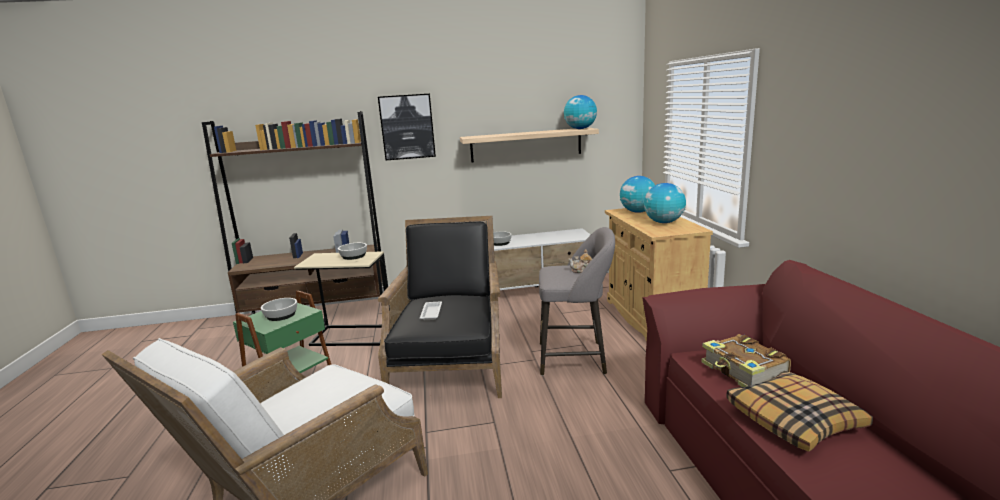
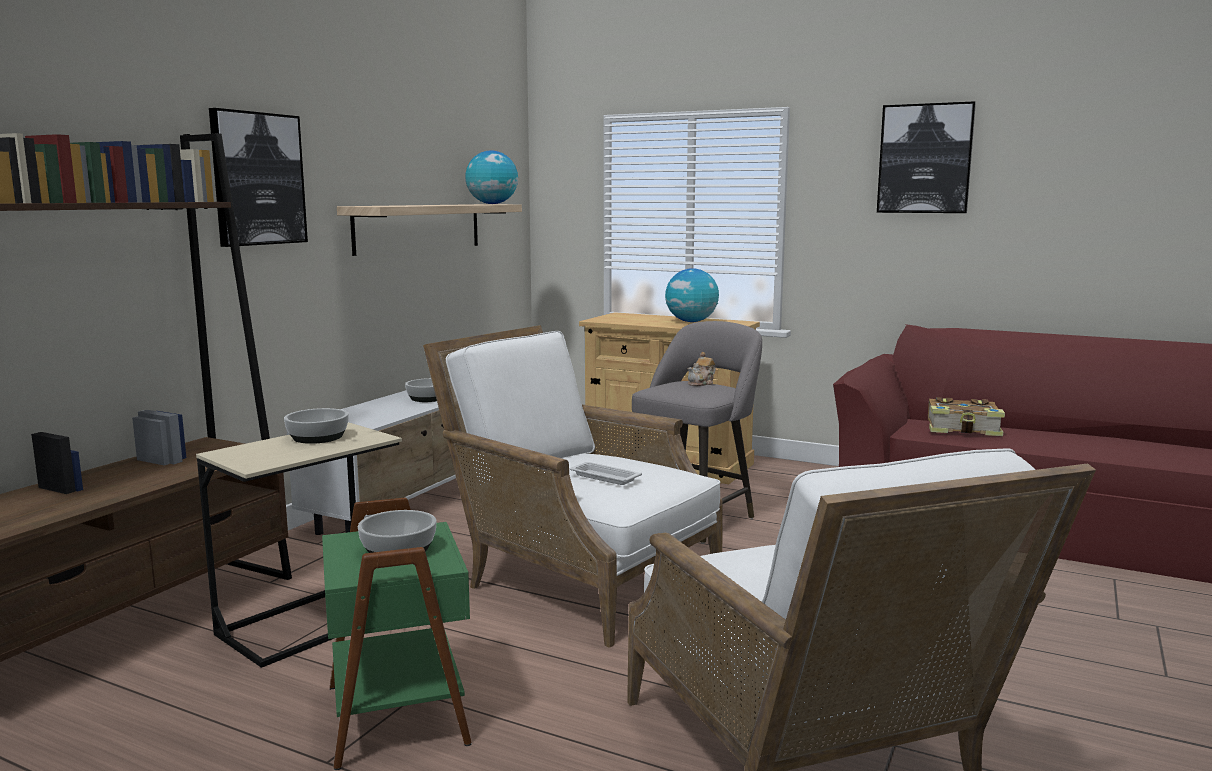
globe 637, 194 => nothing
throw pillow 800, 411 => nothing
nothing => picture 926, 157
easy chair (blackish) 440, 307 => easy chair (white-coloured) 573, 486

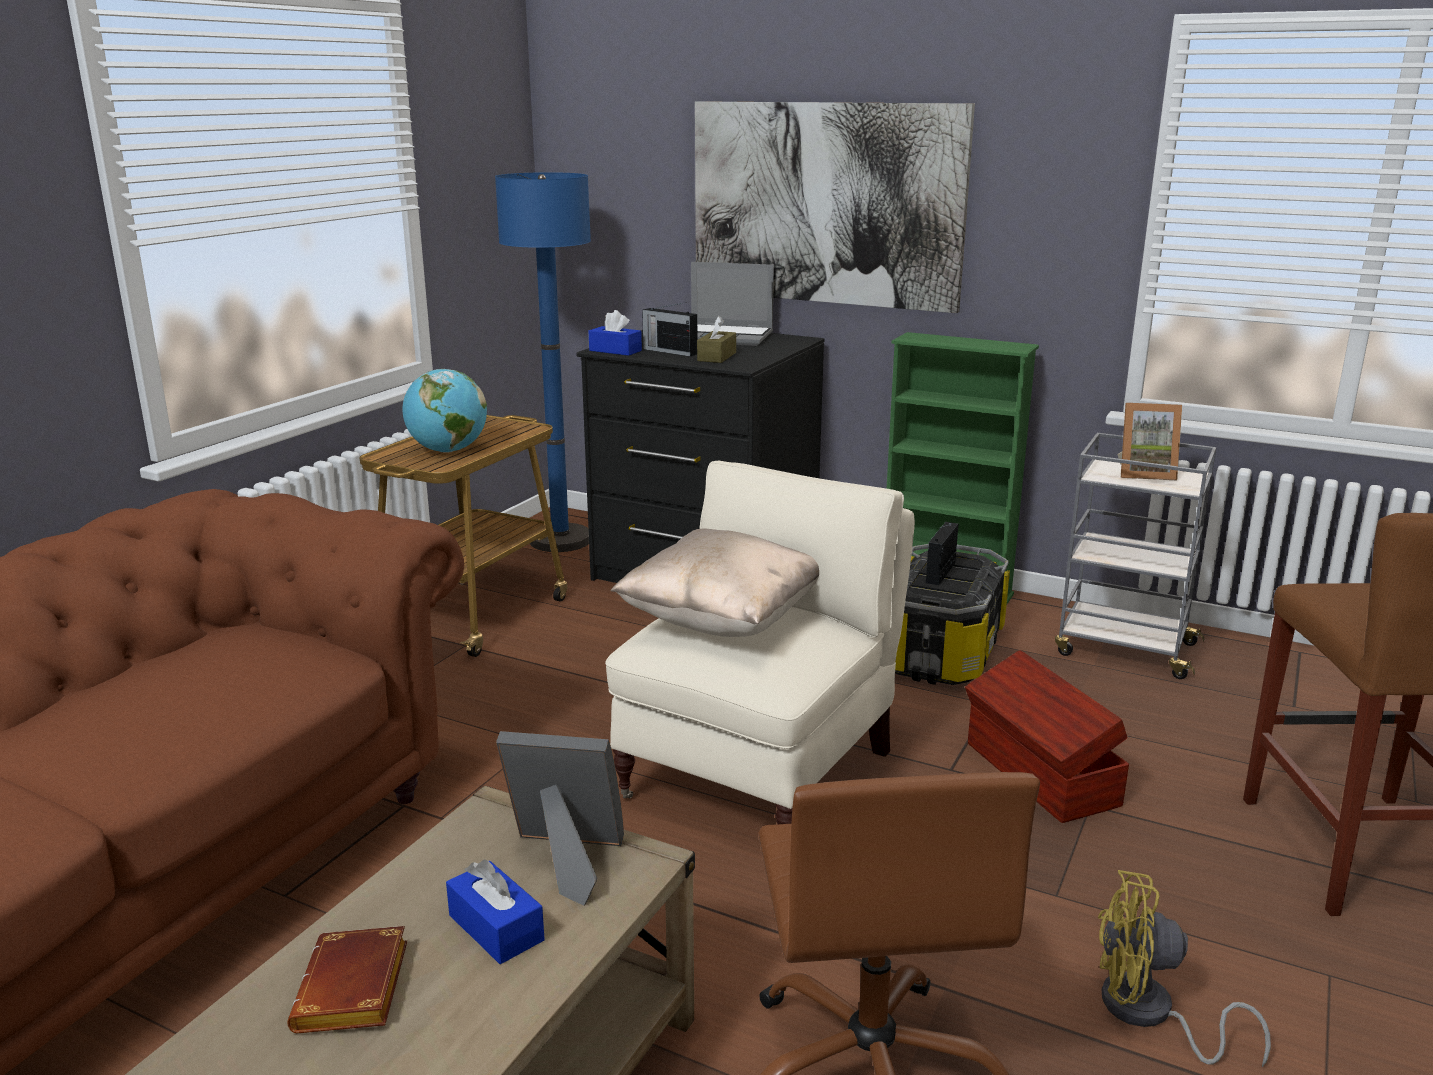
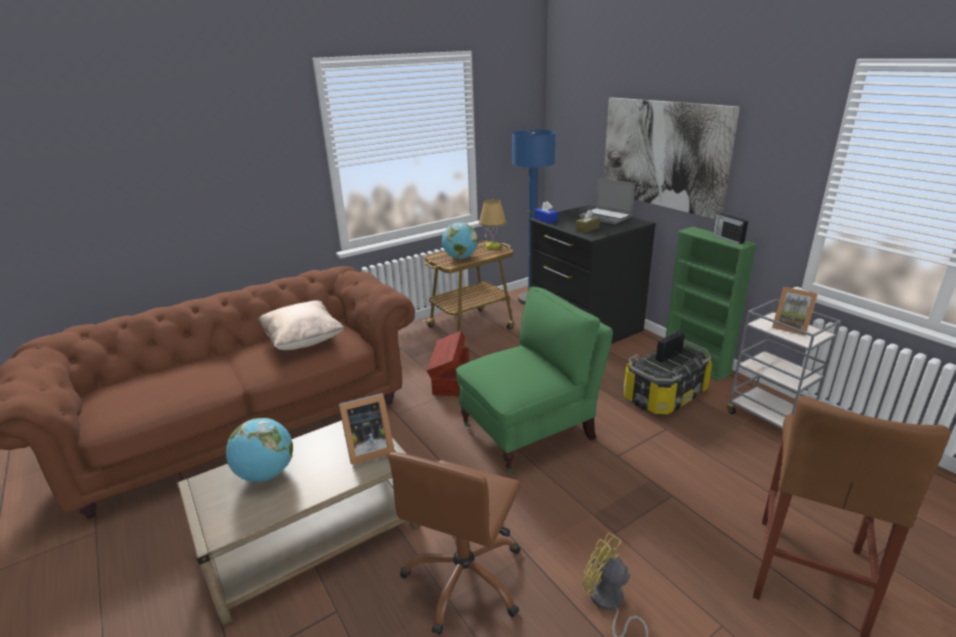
tissue holder (blue) 495, 912 => nothing
nothing => tabletop lamp 492, 224
throw pillow (beige-coloured) 714, 583 => throw pillow (beige-coloured) 301, 325, moved
radio receiver 669, 329 => radio receiver 730, 228, moved
storage container (brownish) 1047, 736 => storage container (brownish) 447, 363, moved
book (brownish) 347, 979 => globe 259, 450
easy chair (beige-coloured) 760, 642 => easy chair (green-coloured) 534, 380
picture frame 560, 818 => picture frame 366, 429, 120 degrees clockwise

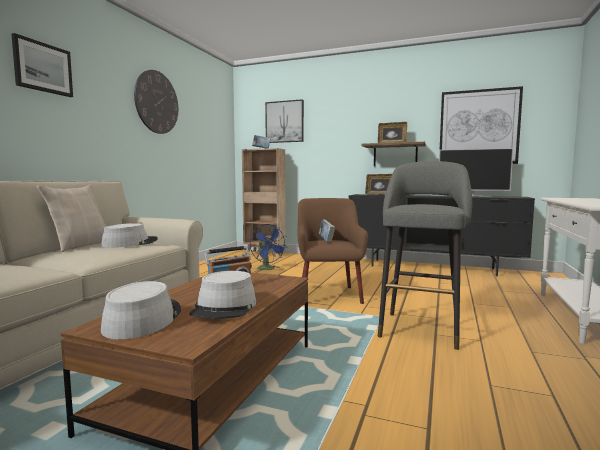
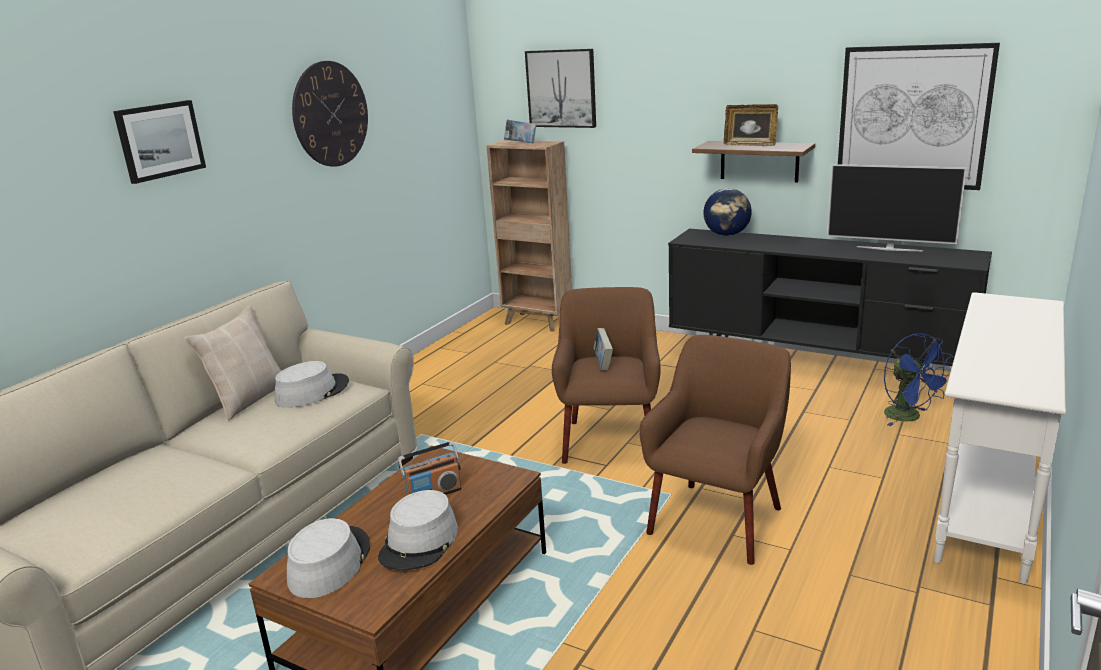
cooling fan (blue) 268, 248 => cooling fan (blue) 918, 379, moved
picture frame 378, 184 => globe 727, 212
stool (gray) 425, 255 => easy chair (brownish) 715, 450

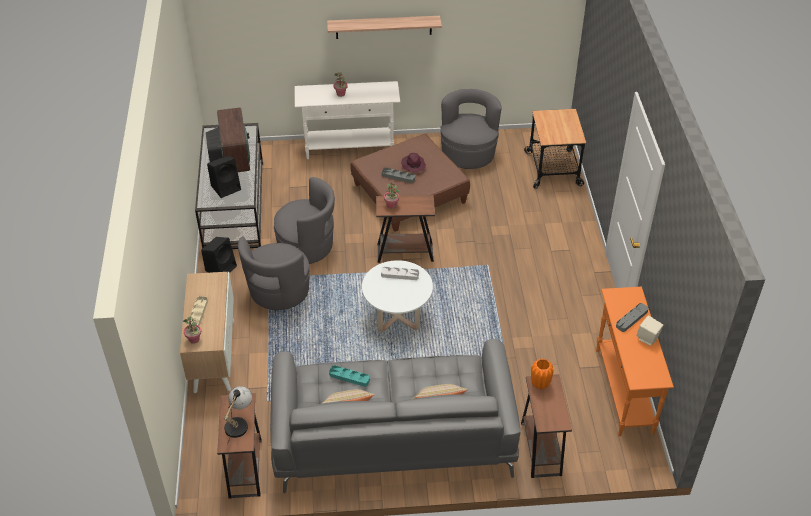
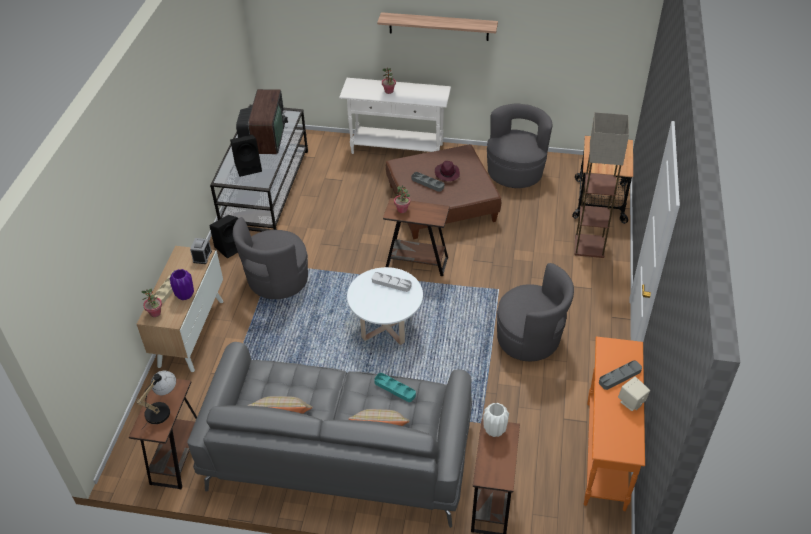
nothing => decorative vase (purplish) 182, 284
nothing => alarm clock 201, 251
nothing => standard lamp 601, 185
easy chair (gray) 304, 220 => easy chair (gray) 535, 312, moved
carrying tray (blue-green) 349, 376 => carrying tray (blue-green) 395, 387, moved
decorative vase (orangey) 542, 374 => decorative vase (white-coloured) 496, 420

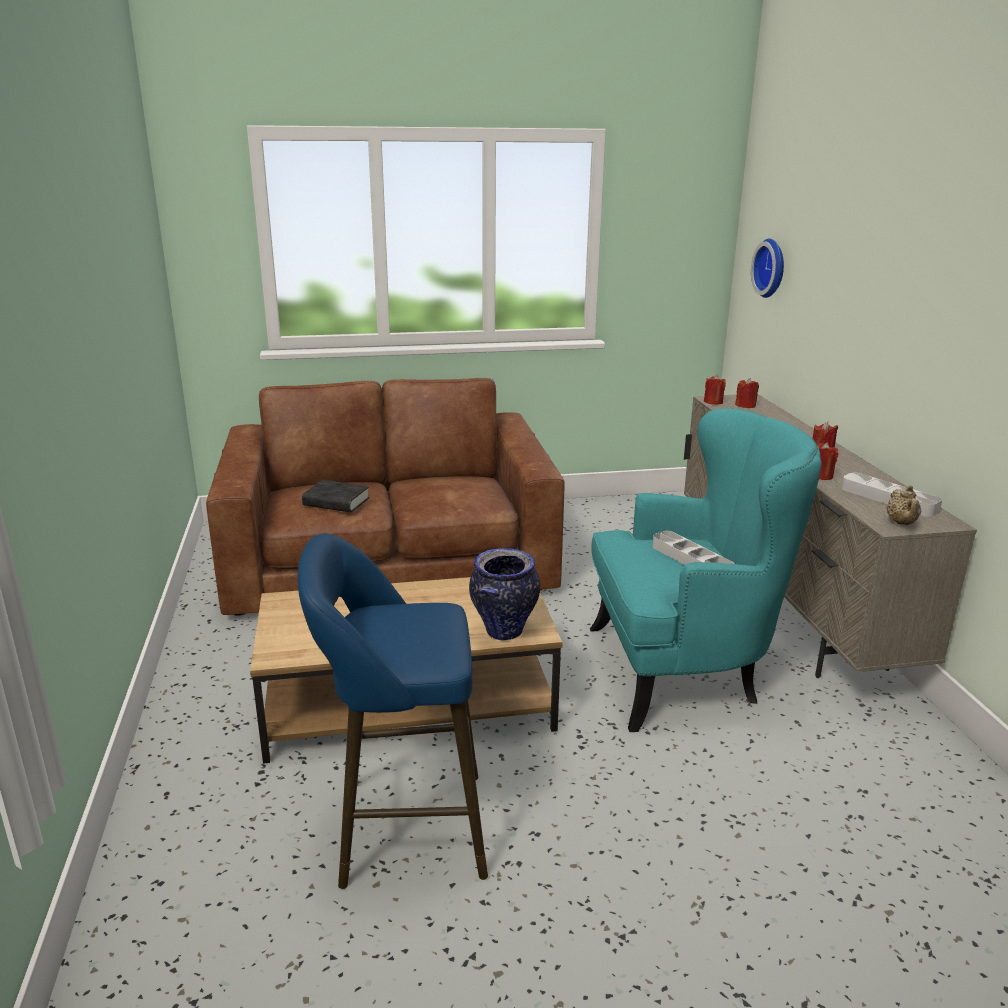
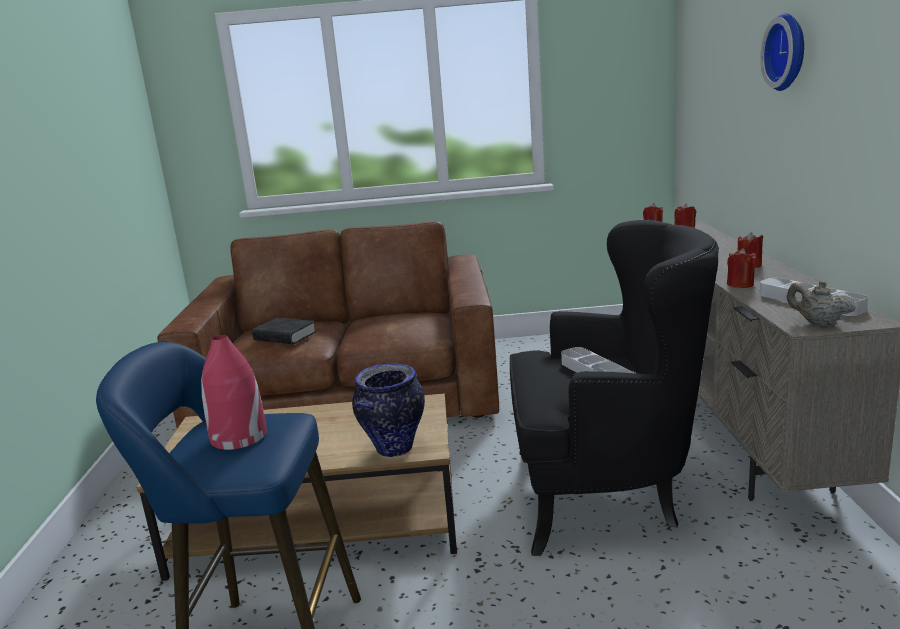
nothing => decorative vase (red-coloured) 234, 392
clock on the wall 767, 268 => clock on the wall 782, 52, moved
easy chair (blue-green) 706, 570 => easy chair (blackish) 614, 388
tea pot (beige-coloured) 904, 505 => tea pot (beige-coloured) 821, 303, 120 degrees clockwise

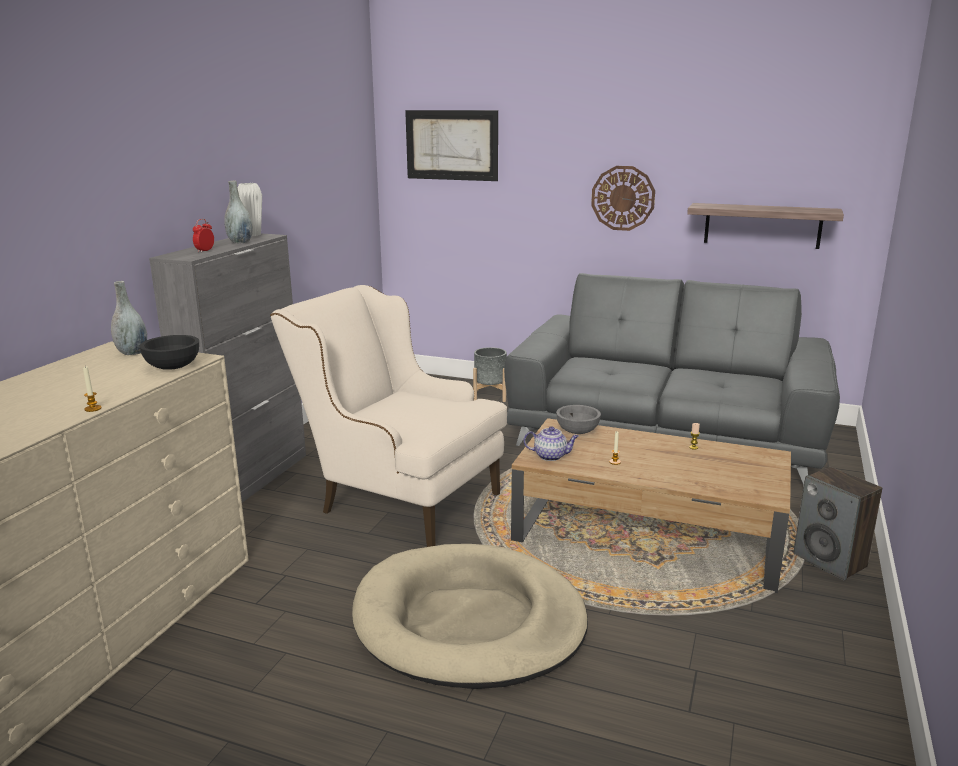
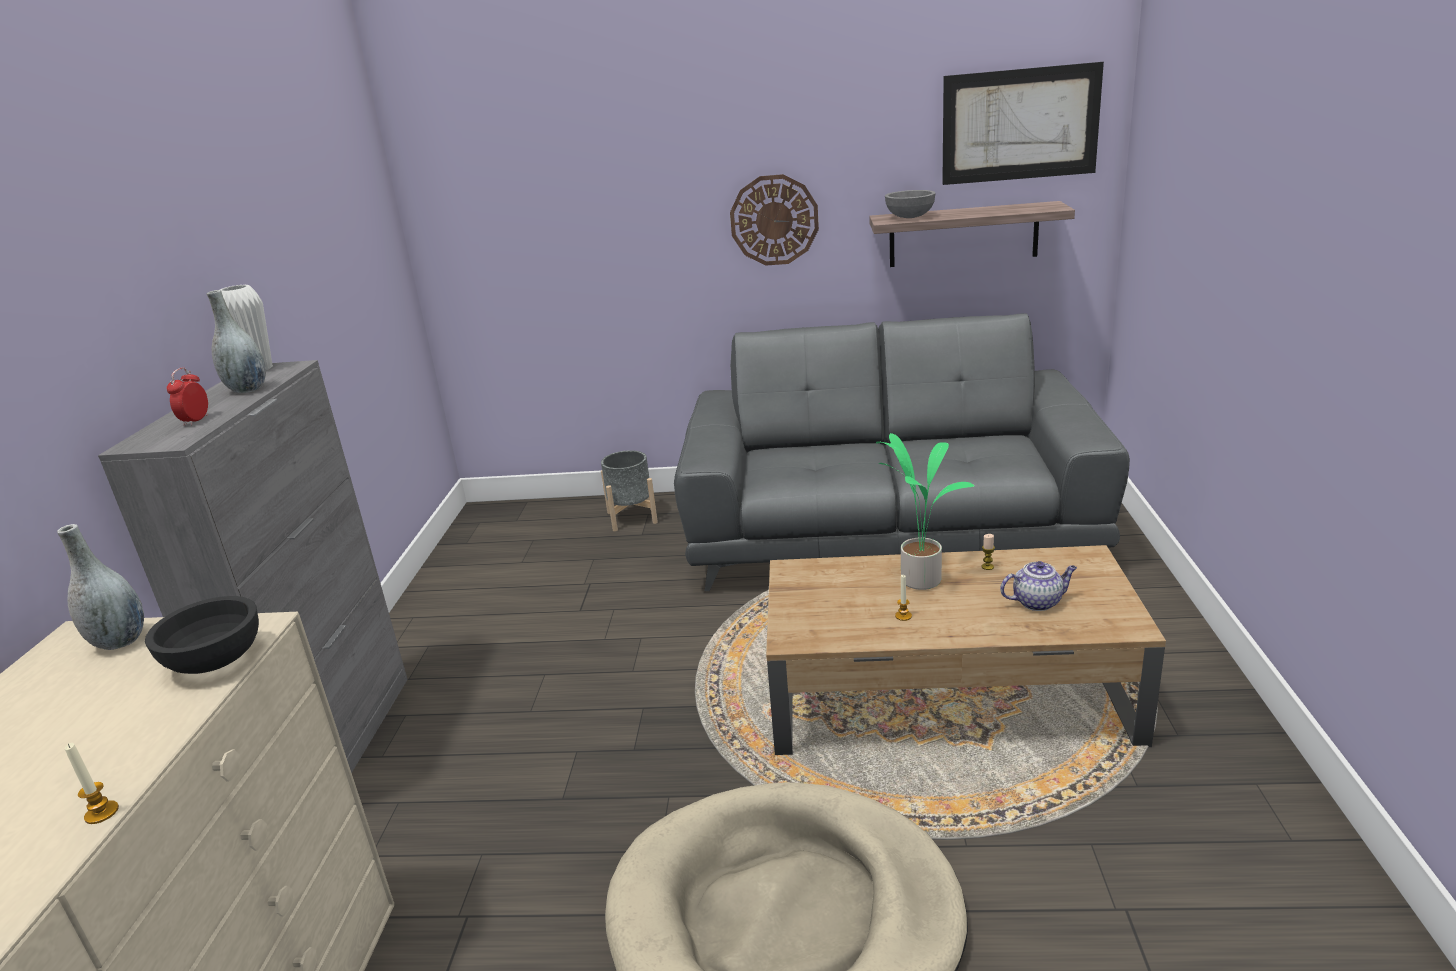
easy chair (beige-coloured) 388, 416 => nothing
audio speaker 837, 524 => nothing
nothing => plant in a pot 925, 511
picture 451, 145 => picture 1023, 123, moved
tea pot 551, 443 => tea pot 1038, 586, moved
deep dish (gray) 578, 419 => deep dish (gray) 910, 204, moved

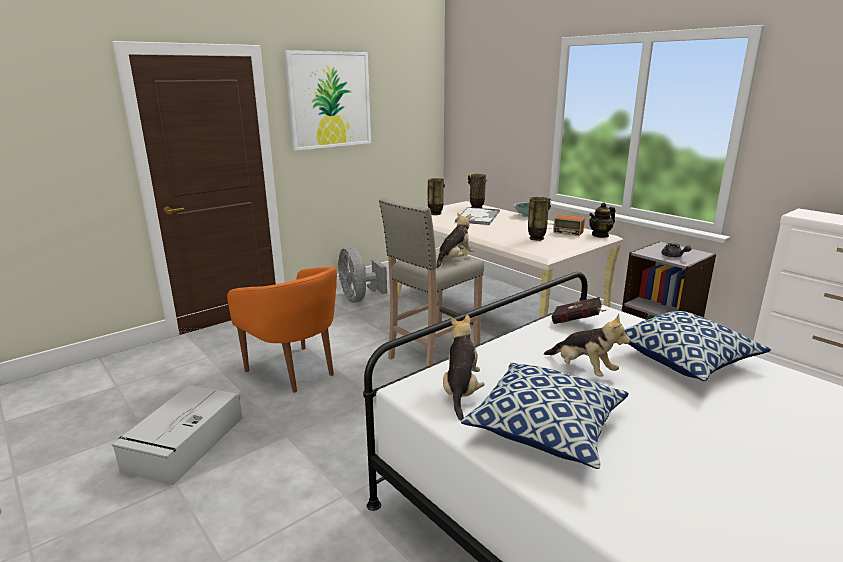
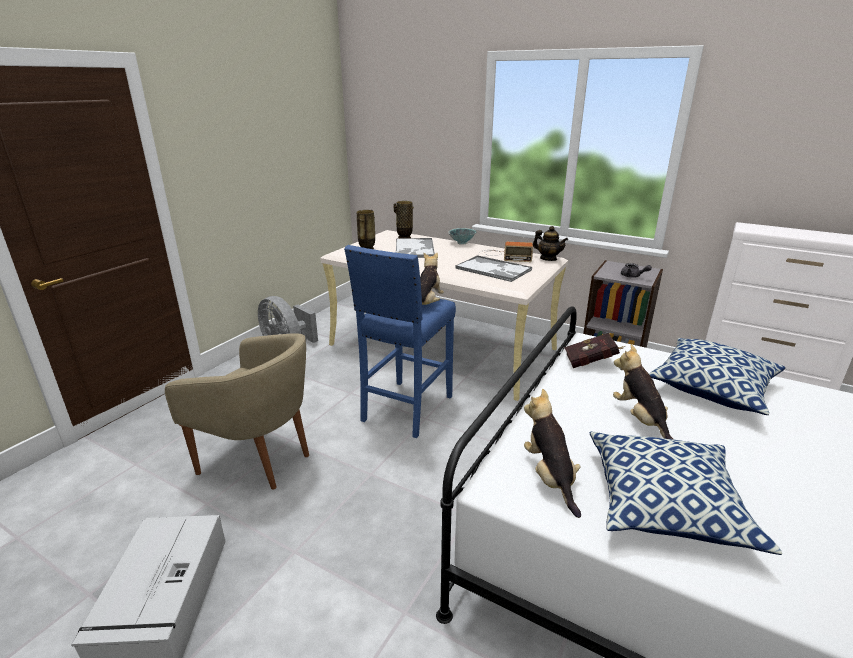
picture 327, 100 => nothing
decorative vase 539, 219 => carrying tray 494, 268
easy chair (orangey) 282, 329 => easy chair (beige-coloured) 237, 411
stool (beige-coloured) 431, 282 => stool (blue) 400, 341
soft toy 587, 345 => soft toy 643, 392, 135 degrees counterclockwise
tea pot 602, 220 => tea pot 550, 243, 90 degrees counterclockwise

